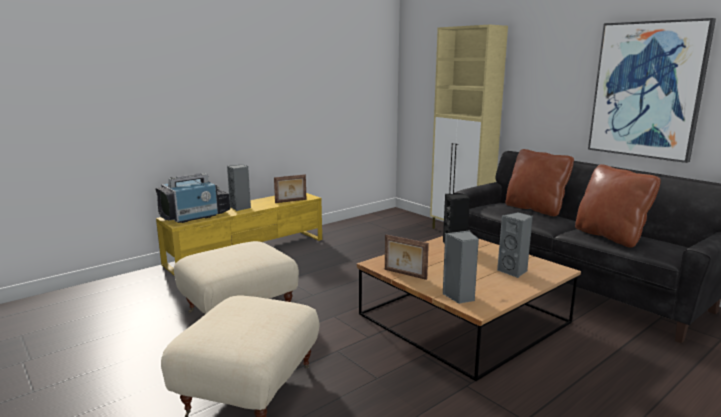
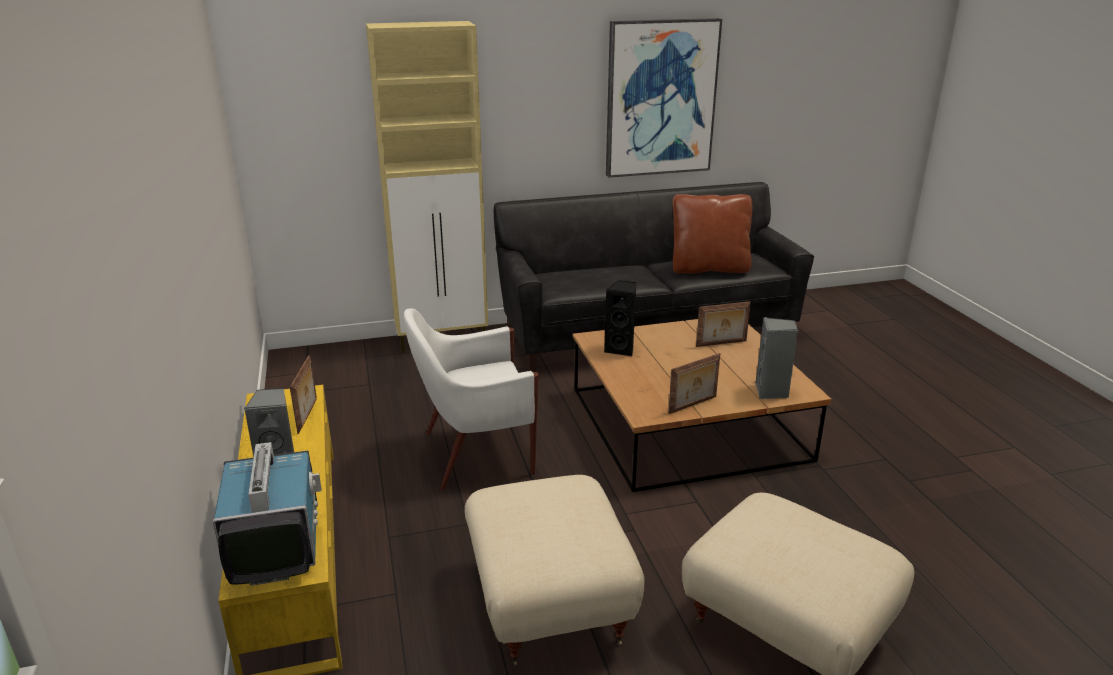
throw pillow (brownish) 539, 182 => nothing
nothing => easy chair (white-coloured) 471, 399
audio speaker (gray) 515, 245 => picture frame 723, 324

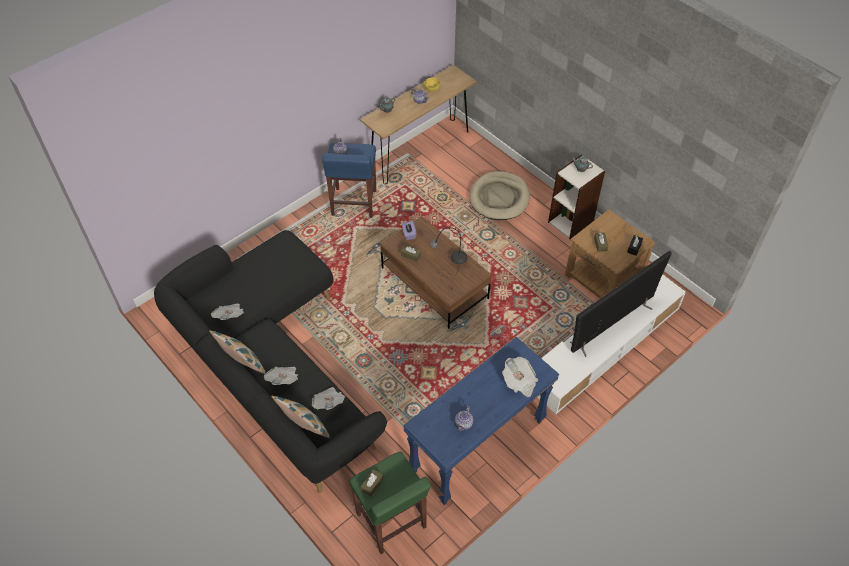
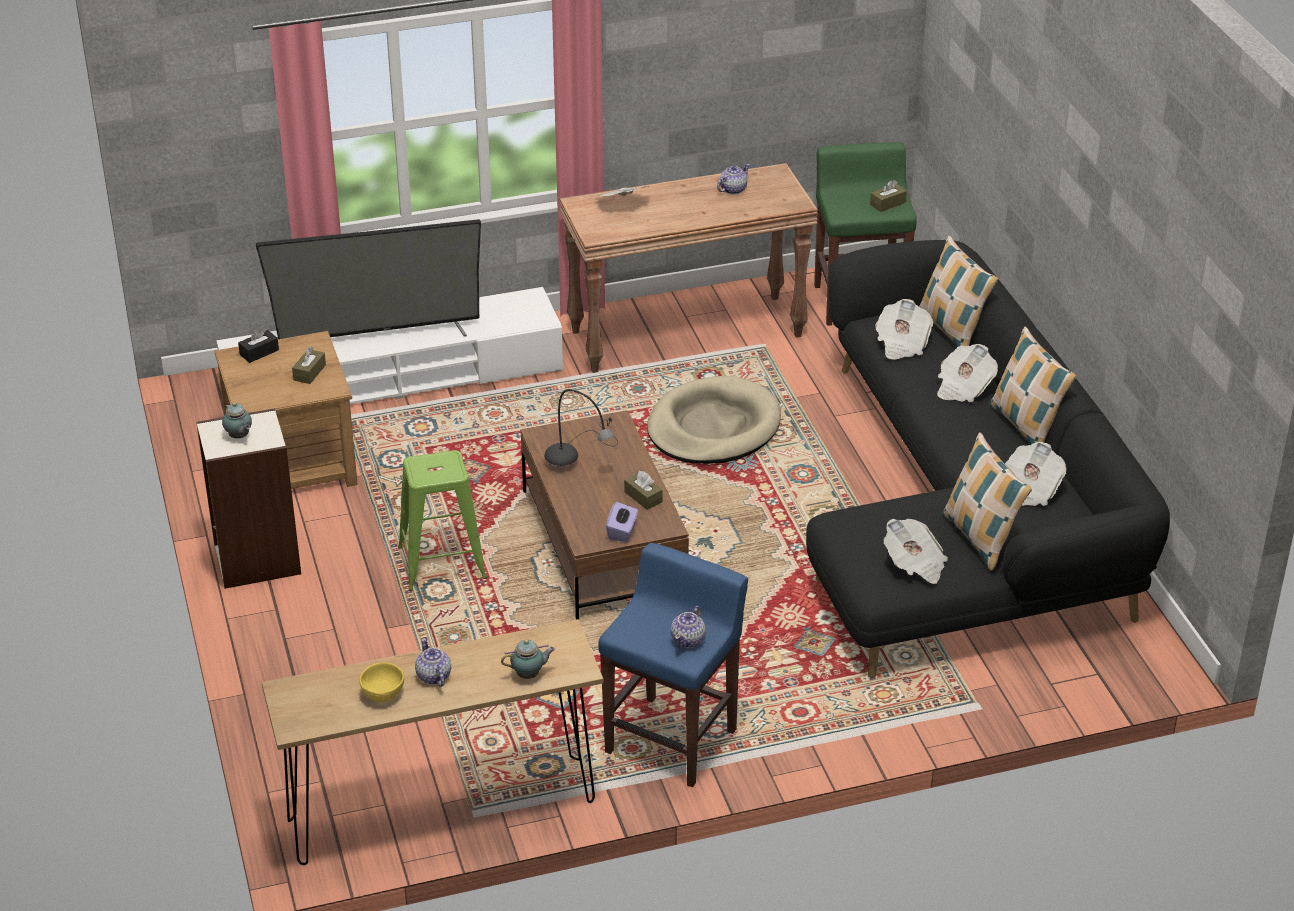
nothing => stool (green-coloured) 442, 520
nothing => printed paper 916, 551
nothing => throw pillow 987, 501
pet bed (beige-coloured) 500, 195 => pet bed (beige-coloured) 714, 420, moved
narrow table (blue) 481, 421 => narrow table (brownish) 688, 268

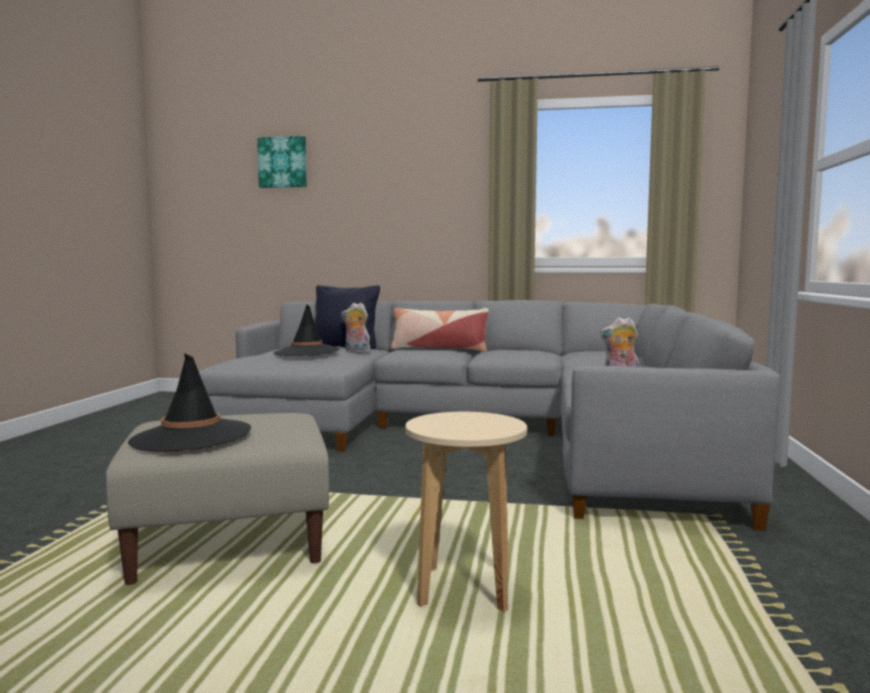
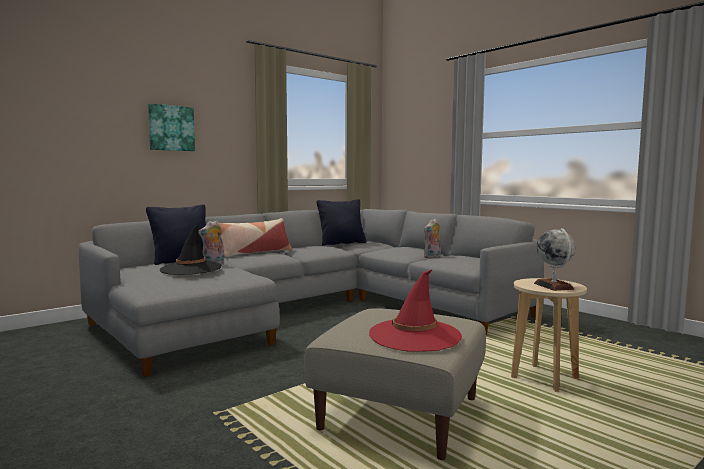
nothing => throw pillow (blackish) 341, 222
nothing => globe 554, 259
picture 282, 162 => picture 171, 127, moved
hat (blackish) 189, 402 => hat (red-coloured) 415, 310

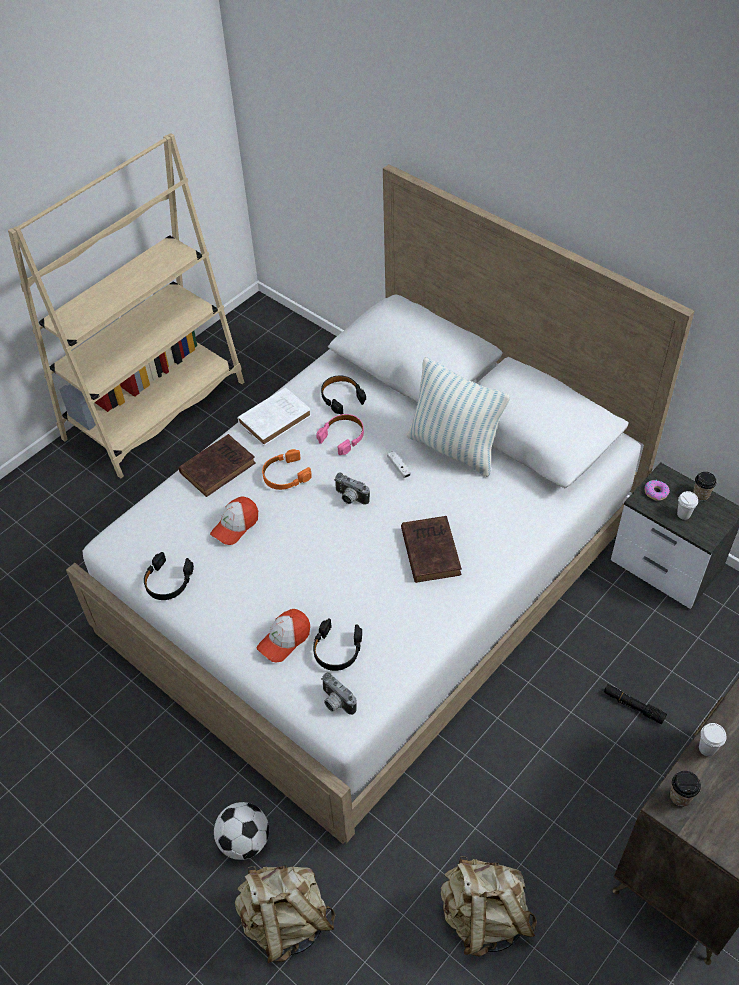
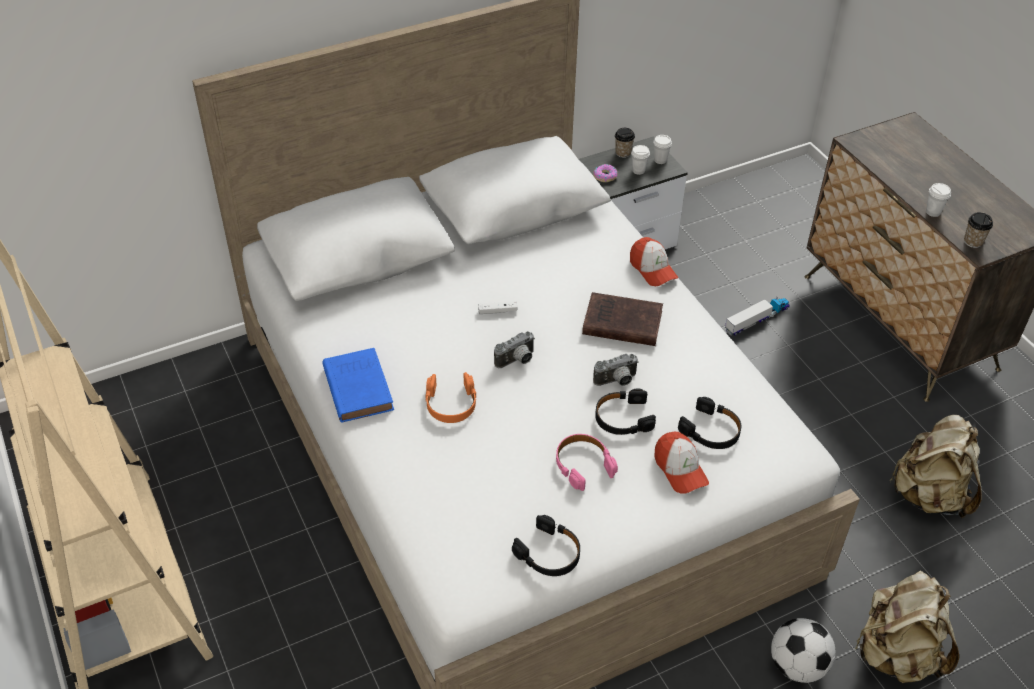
book (brownish) 217, 465 => nothing
throw pillow 458, 417 => nothing
nothing => small cup (white-coloured) 662, 149
baseball cap 234, 520 => baseball cap 654, 261, moved
pair of headphones (pink-coloured) 340, 434 => pair of headphones (pink-coloured) 587, 462, moved
pair of headphones (blackish) 343, 395 => pair of headphones (blackish) 625, 412, moved
still camera 339, 693 => still camera 616, 370, moved
hand torch (blackish) 635, 704 => model truck 757, 316
book (white-coloured) 274, 416 => book (blue) 358, 385

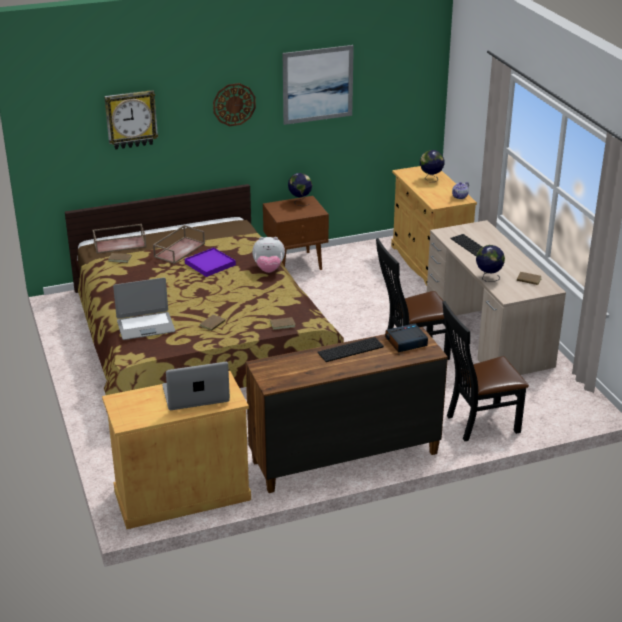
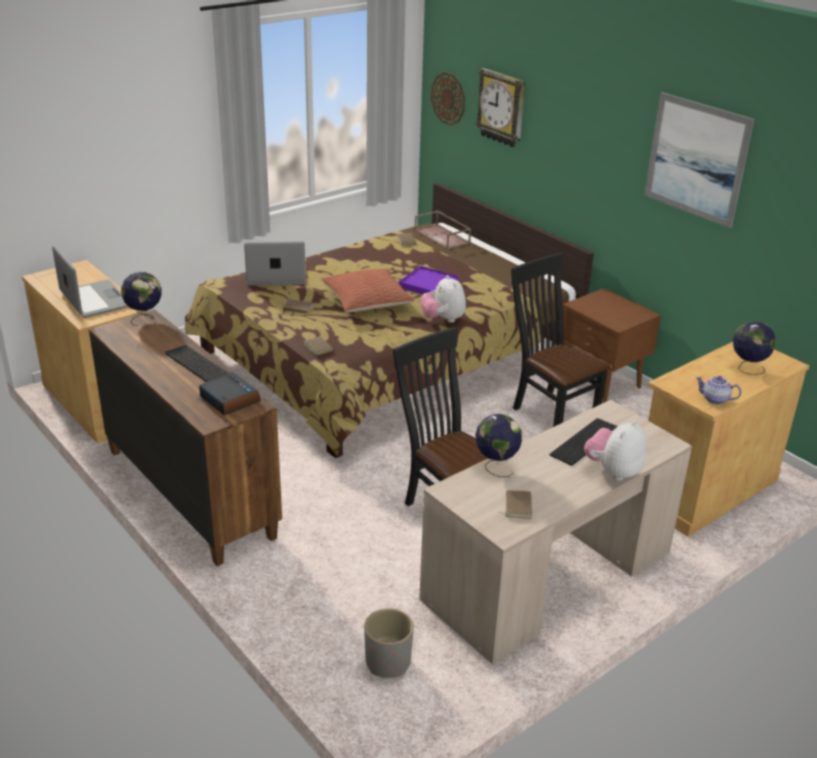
carrying tray (brownish) 179, 244 => nothing
nothing => throw pillow 368, 290
nothing => planter (gray) 389, 643
nothing => soft toy 615, 450
clock on the wall 234, 104 => clock on the wall 448, 99, moved
globe 300, 189 => globe 141, 299, moved
chair (blackish) 485, 371 => chair (blackish) 560, 339, moved
laptop 144, 308 => laptop 275, 263, 120 degrees clockwise

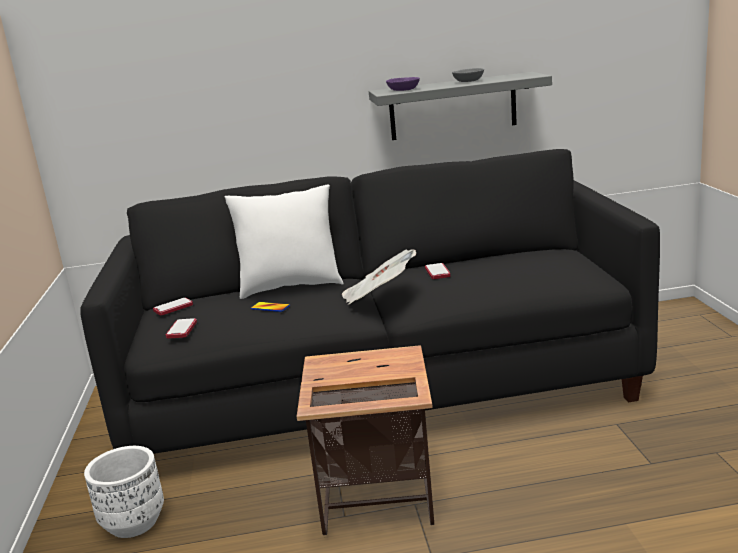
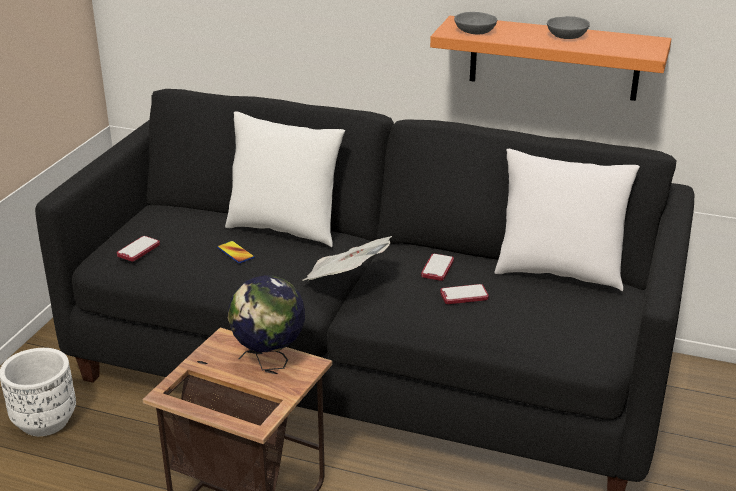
nothing => globe 266, 323
nothing => throw pillow (white-coloured) 567, 220
telephone 173, 306 => telephone 464, 294, moved
bracket shelf (gray) 460, 106 => bracket shelf (orangey) 550, 58
deep dish (purplish) 403, 84 => deep dish (gray) 475, 23

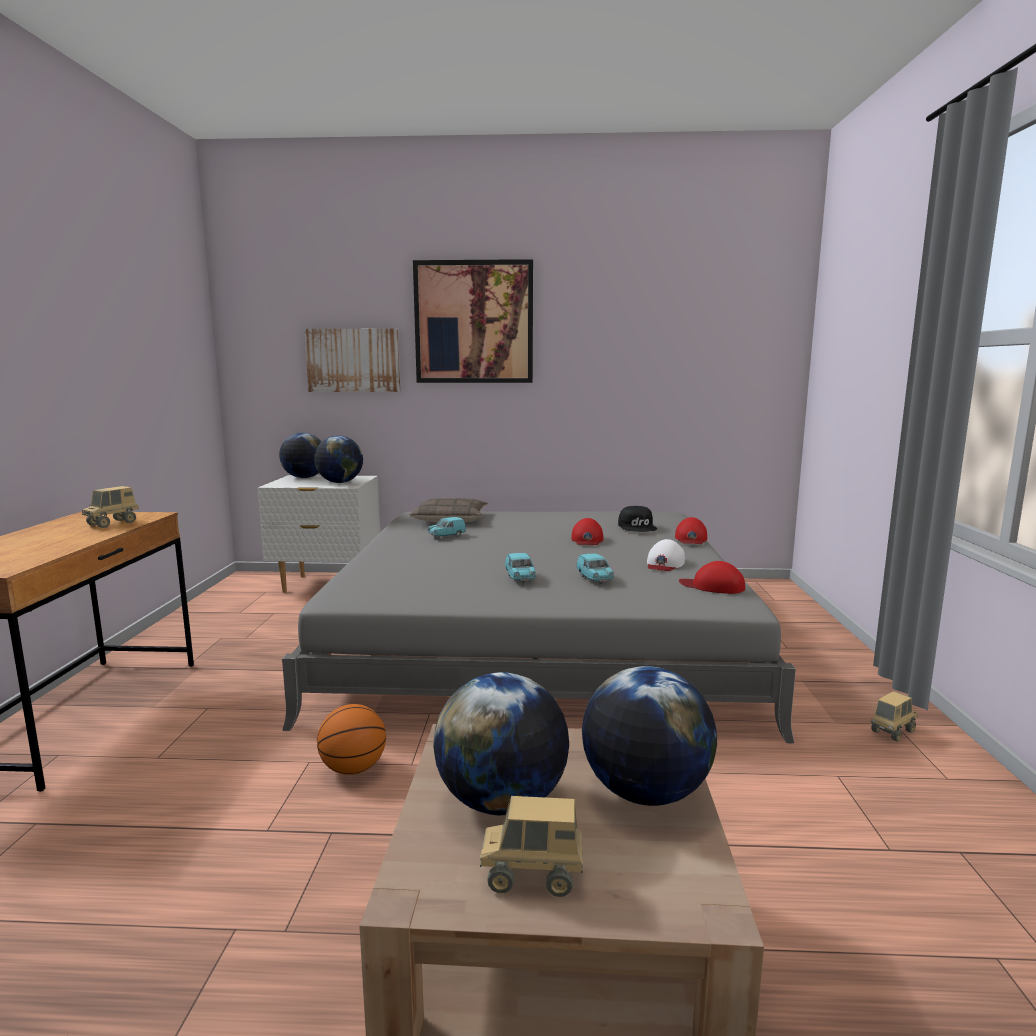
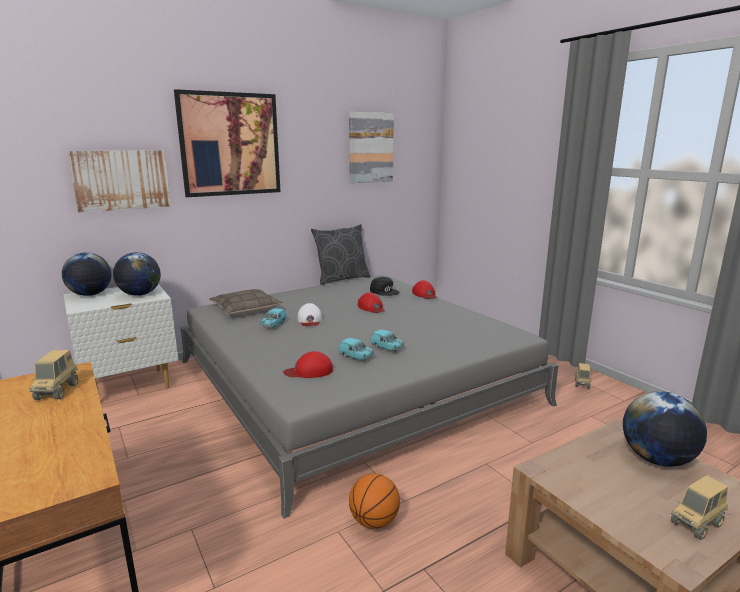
globe 501, 743 => nothing
nothing => throw pillow (gray) 340, 254
nothing => picture 371, 147
toy car (blue-green) 595, 569 => toy car (blue-green) 356, 349, moved
baseball cap (white-coloured) 666, 555 => baseball cap (white-coloured) 309, 314, moved
baseball cap (red-coloured) 712, 577 => baseball cap (red-coloured) 308, 364, moved

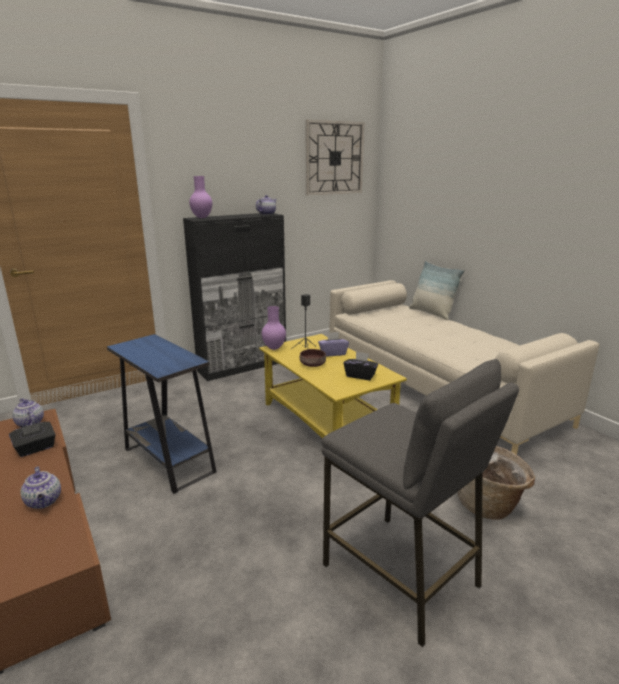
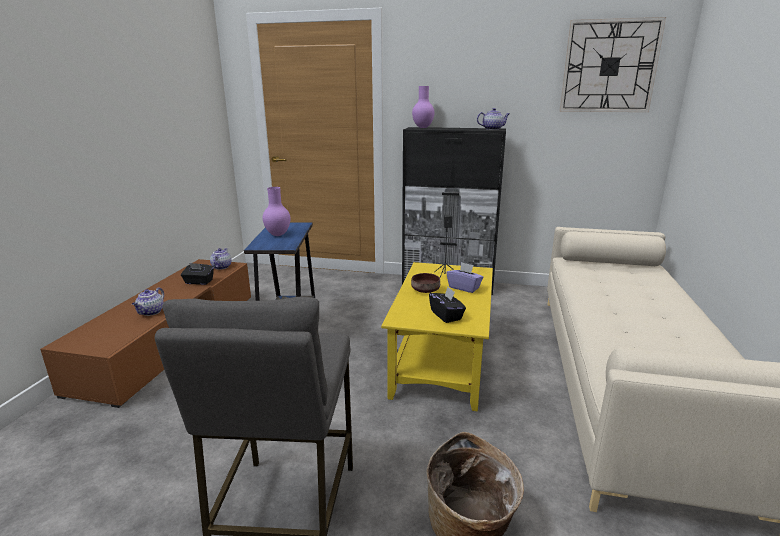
throw pillow 437, 290 => nothing
decorative vase (purplish) 274, 328 => decorative vase (purplish) 276, 211, moved

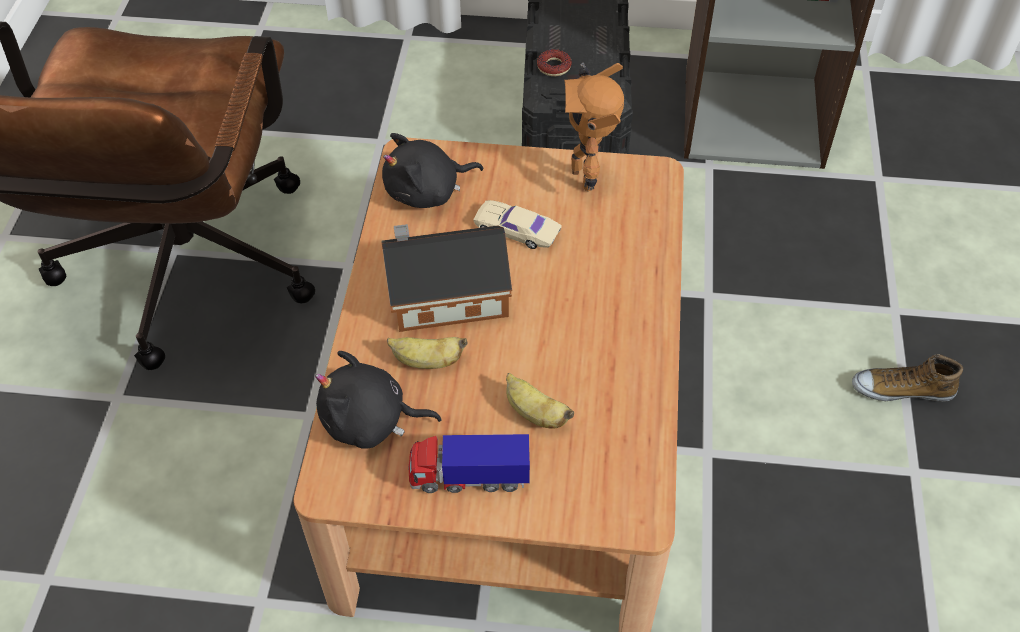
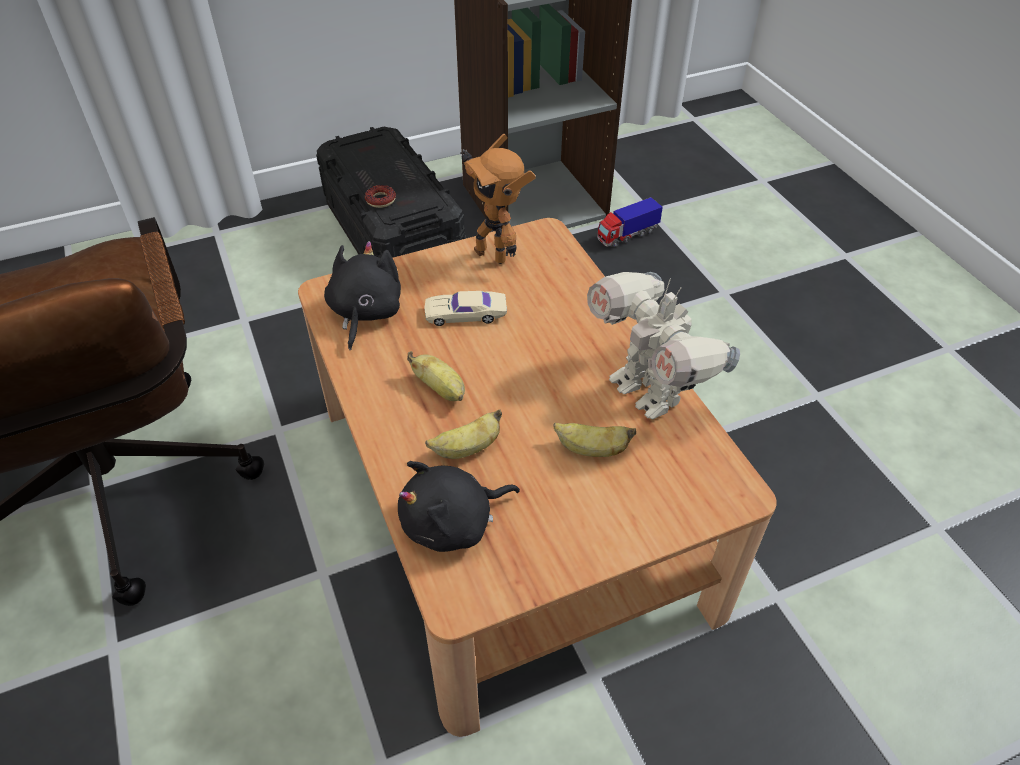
item of footwear 907, 378 => nothing
nothing => toy robot 663, 345
model truck 469, 463 => model truck 630, 222, moved
model house 447, 278 => whole banana 436, 376
soft toy (blackish) 432, 170 => soft toy (blackish) 362, 295, 150 degrees clockwise

